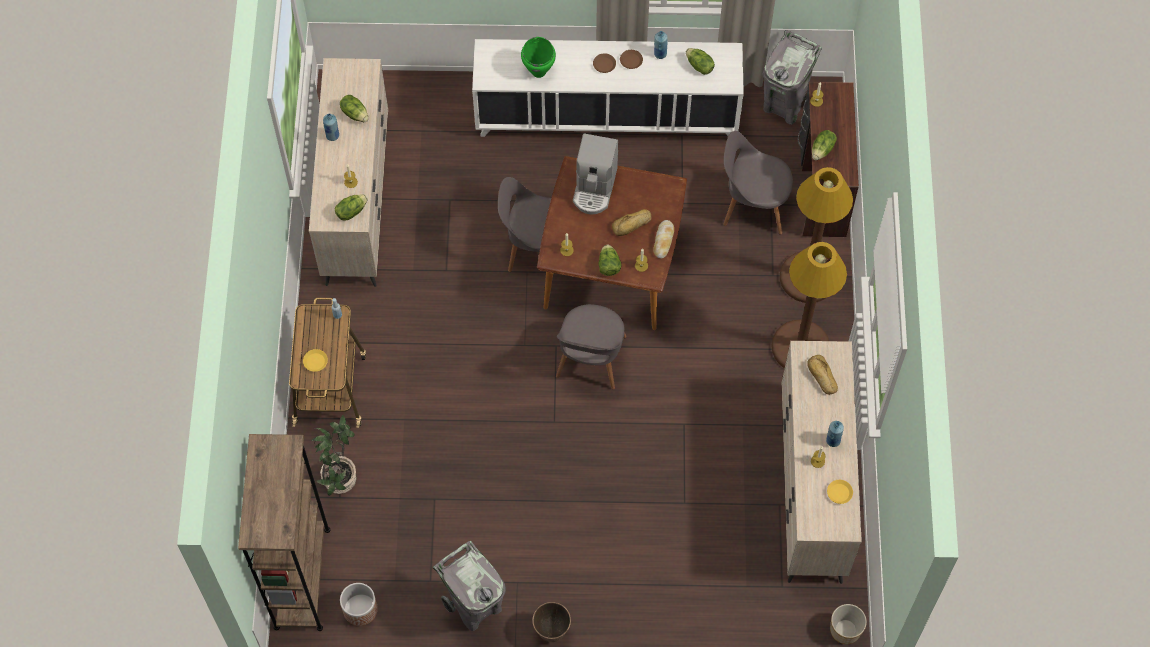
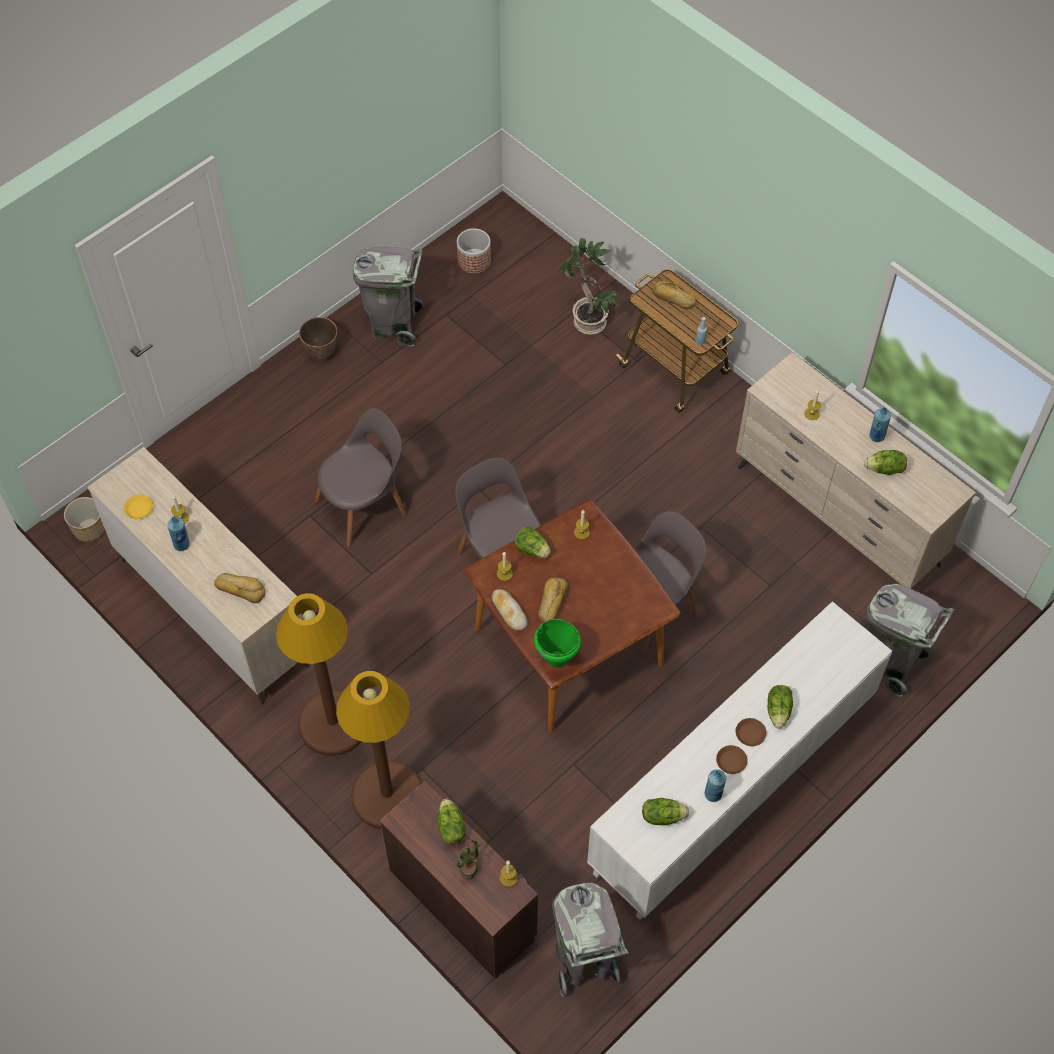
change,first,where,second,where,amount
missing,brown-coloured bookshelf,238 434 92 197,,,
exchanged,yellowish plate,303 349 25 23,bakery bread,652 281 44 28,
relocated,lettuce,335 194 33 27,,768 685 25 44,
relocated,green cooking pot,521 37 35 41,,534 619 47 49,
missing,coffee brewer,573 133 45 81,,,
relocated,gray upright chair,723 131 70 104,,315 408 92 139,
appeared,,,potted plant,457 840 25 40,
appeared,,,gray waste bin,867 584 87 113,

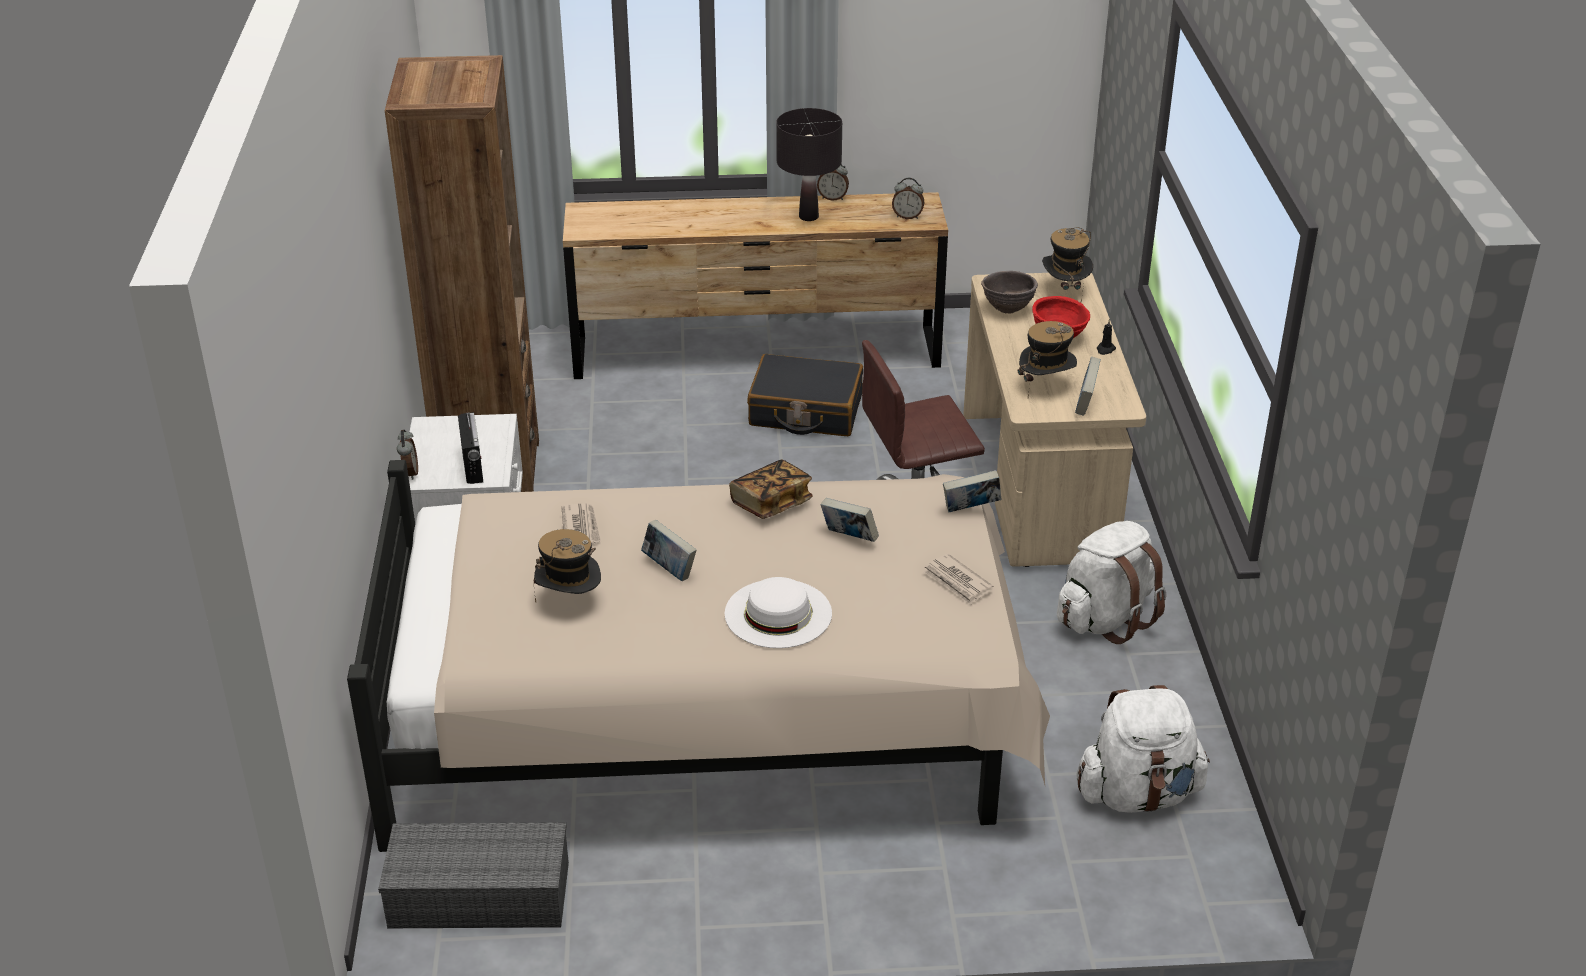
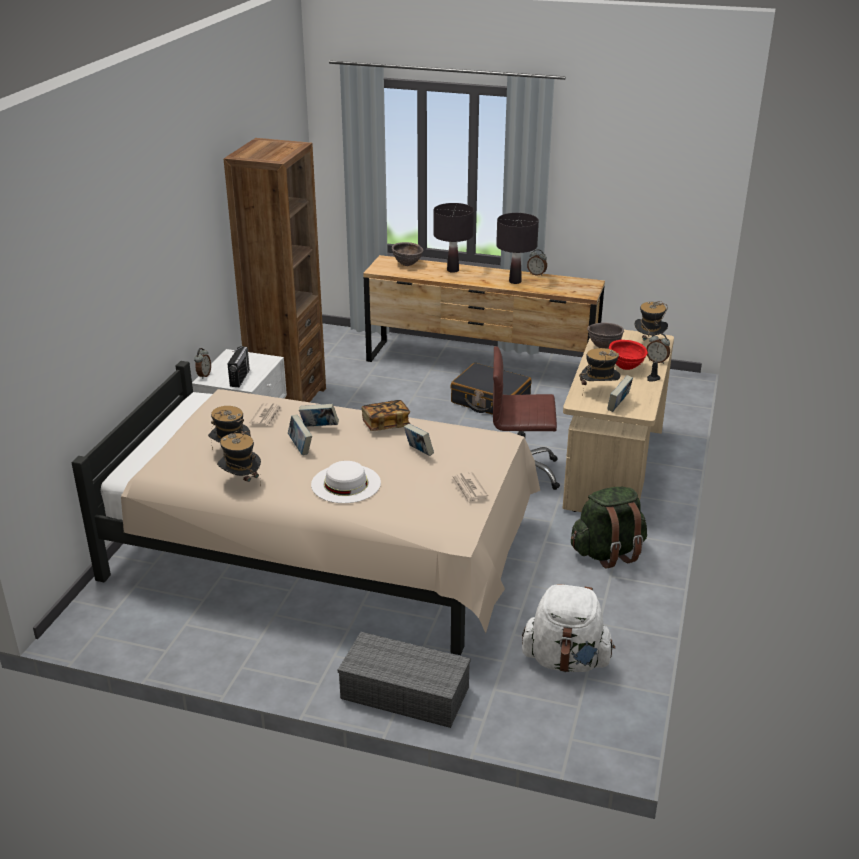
change,first,where,second,where,amount
relocated,gray storage bin,378 822 191 106,,338 632 133 96,
relocated,bedside clock,892 178 32 41,,646 333 24 31,
relocated,bound book,943 470 58 42,,299 404 40 23,
colour,white-coloured knapsack,1057 521 109 123,green knapsack,571 487 76 82,
appeared,,,hat,217 431 44 55,
appeared,,,brown-coloured deep dish,392 242 31 24,
appeared,,,black-coloured lamp for a table,433 203 41 70,

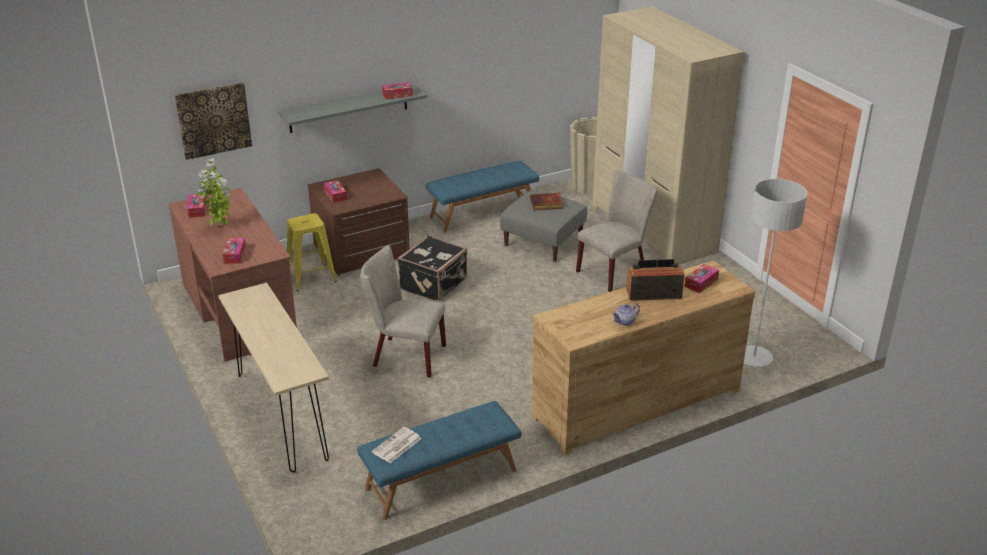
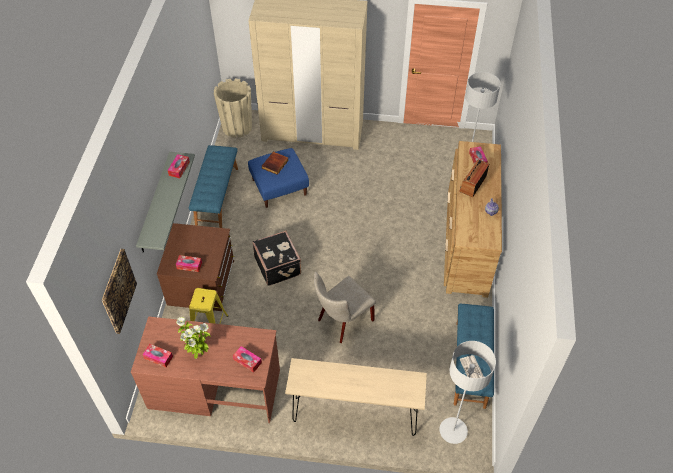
change,first,where,second,where,amount
colour,gray pouffe,500 190 87 72,bluish pouffe,248 148 61 60,
missing,beige upright chair,576 170 81 122,,,
appeared,,,gray floor lamp,439 341 57 103,

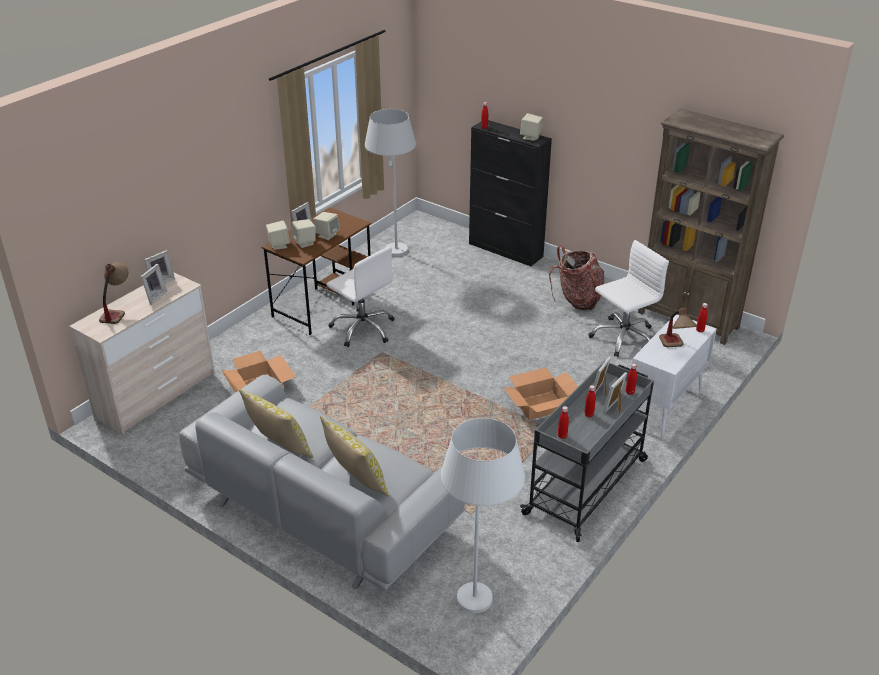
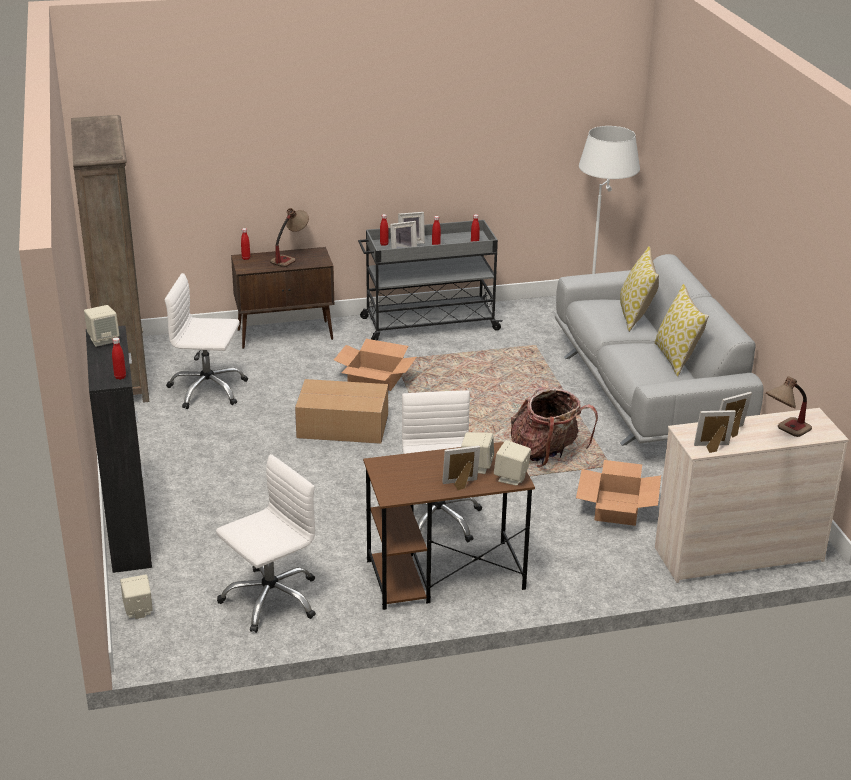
change,first,where,second,where,amount
relocated,beige speaker,314 212 26 28,,120 574 33 45,
exchanged,white-coloured floor lamp,365 109 51 147,white-coloured office chair,216 454 100 179,
relocated,knapsack,549 245 55 65,,511 387 87 80,
colour,white-coloured cabinet,632 314 85 125,brown-coloured cabinet,231 247 103 102,
appeared,,,packing box,295 379 93 65,

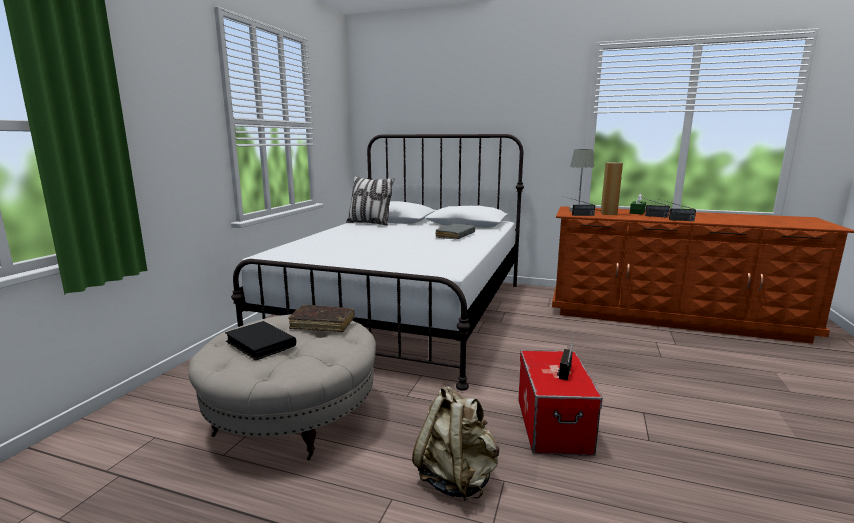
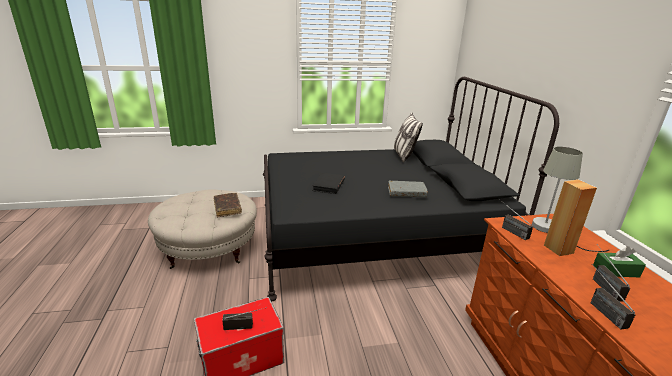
change,first,where,second,where,amount
relocated,black-coloured bound book,225 321 71 39,,312 173 33 21,
colour,white-coloured sleeping bed,231 134 293 257,black-coloured sleeping bed,263 77 296 224,
missing,beige knapsack,412 386 87 115,,,

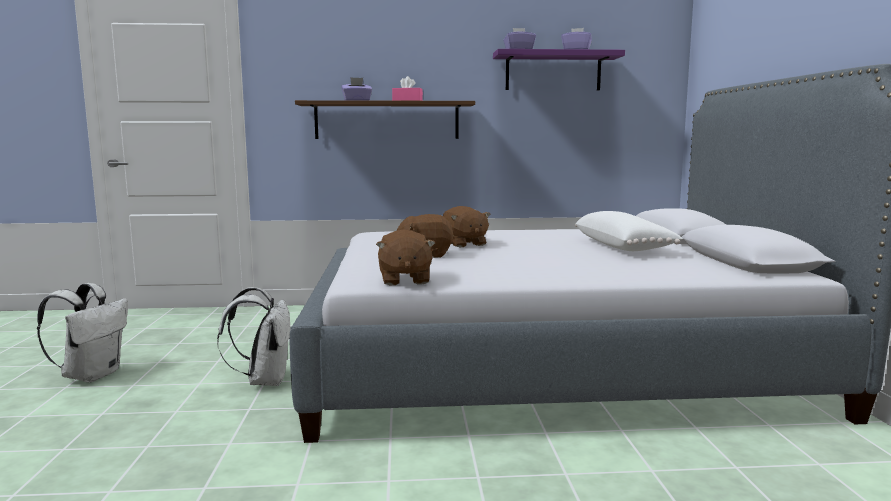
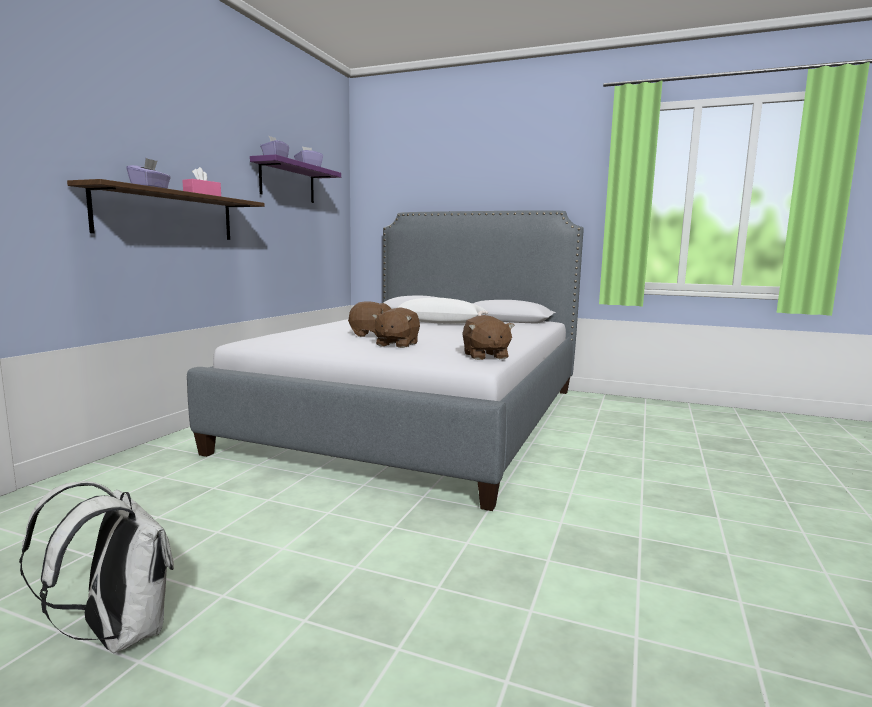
change,first,where,second,where,amount
missing,white-coloured knapsack,217 287 74 99,,,
spun,brown-coloured soft toy,376 229 59 56,,462 315 53 45,60 degrees clockwise

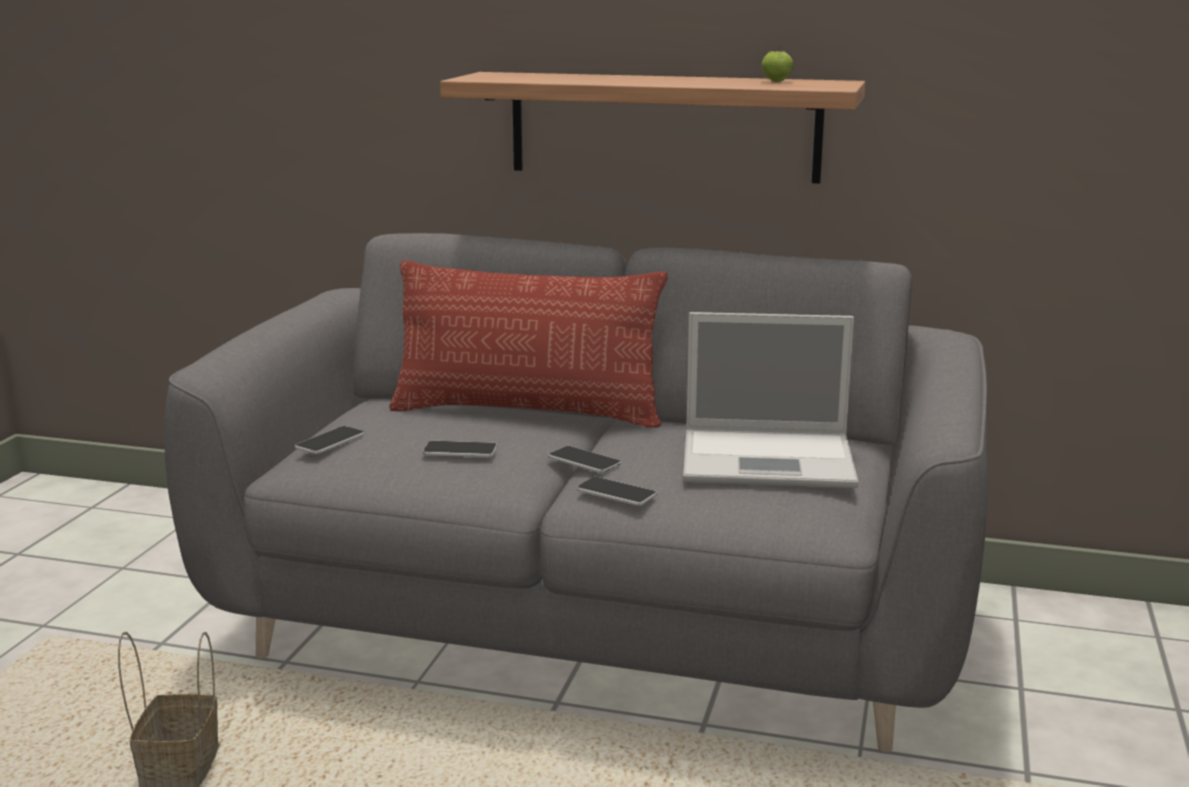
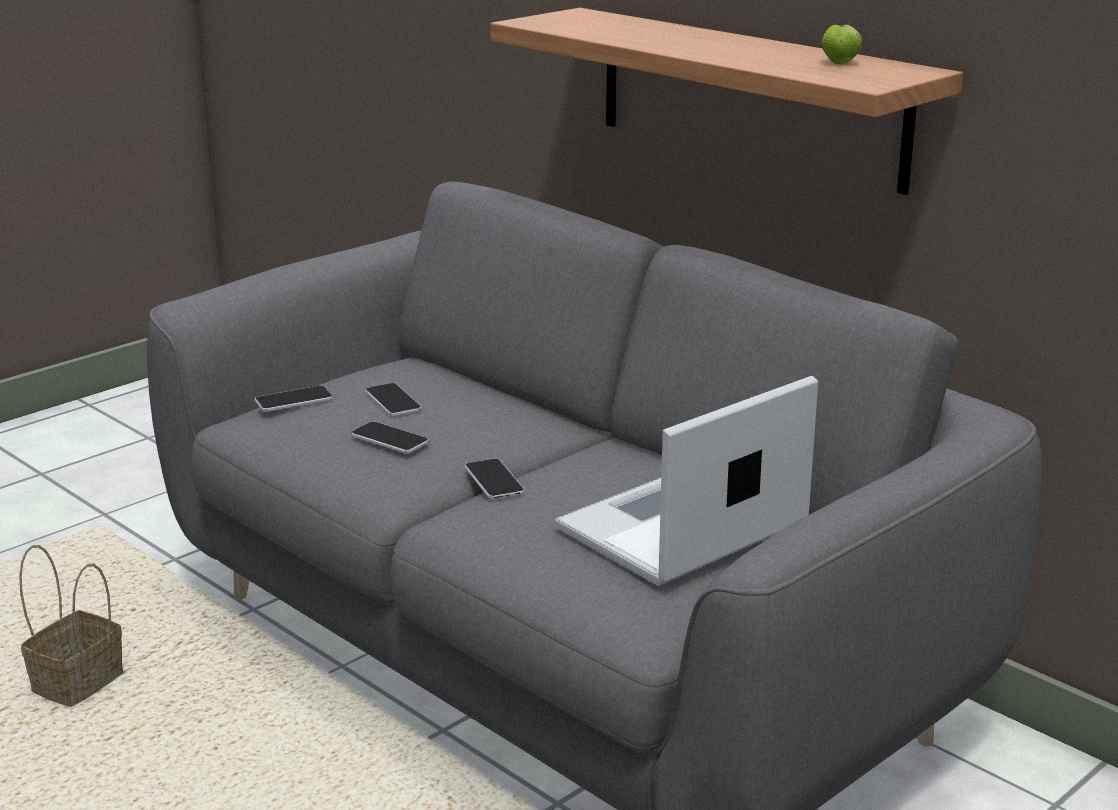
change,first,where,second,where,amount
missing,throw pillow,389 260 279 168,,,
relocated,handset,577 477 80 29,,365 383 57 33,
spun,laptop,683 312 176 176,,555 376 263 210,105 degrees clockwise

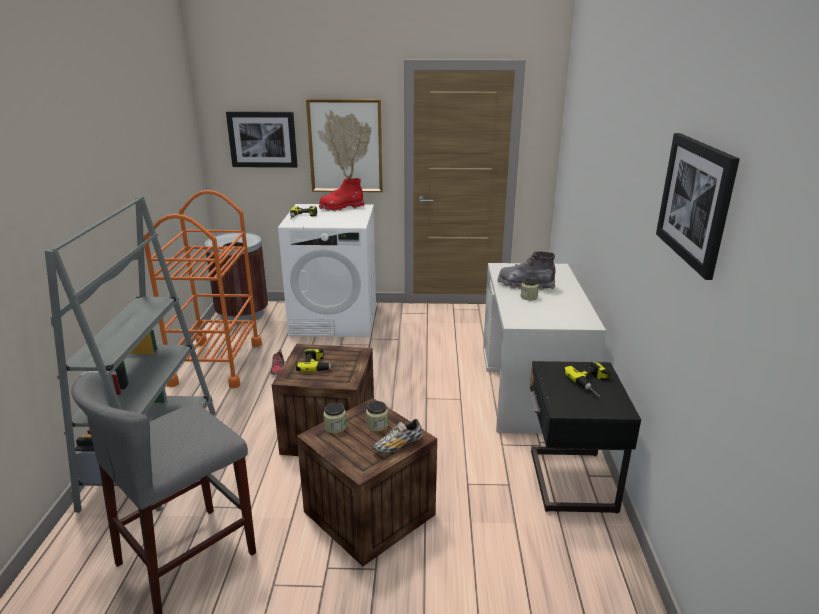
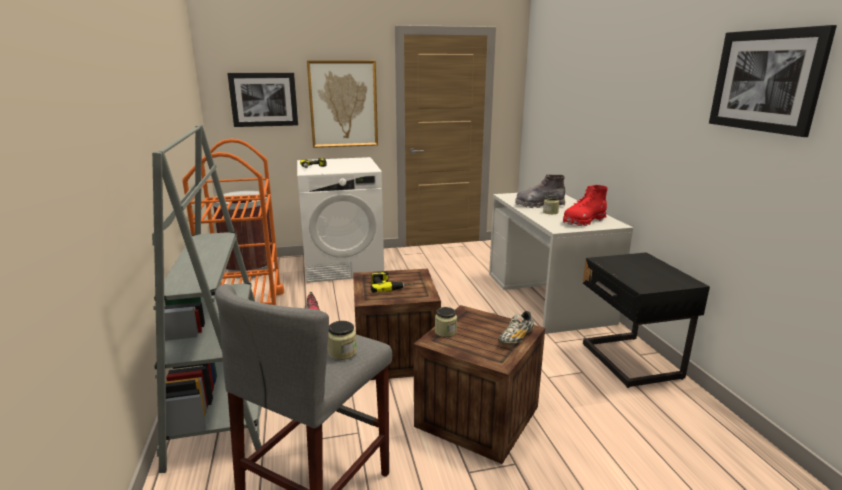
change,first,where,second,where,amount
relocated,reddish tall boot,319 178 45 33,,563 185 45 41,
relocated,preserve jar,366 401 22 31,,328 321 29 39,
missing,power drill,564 362 47 35,,,

